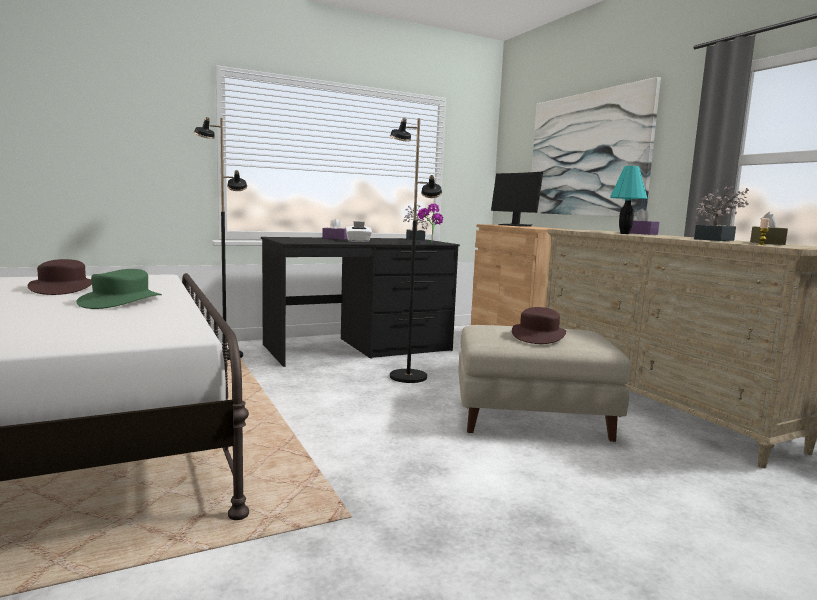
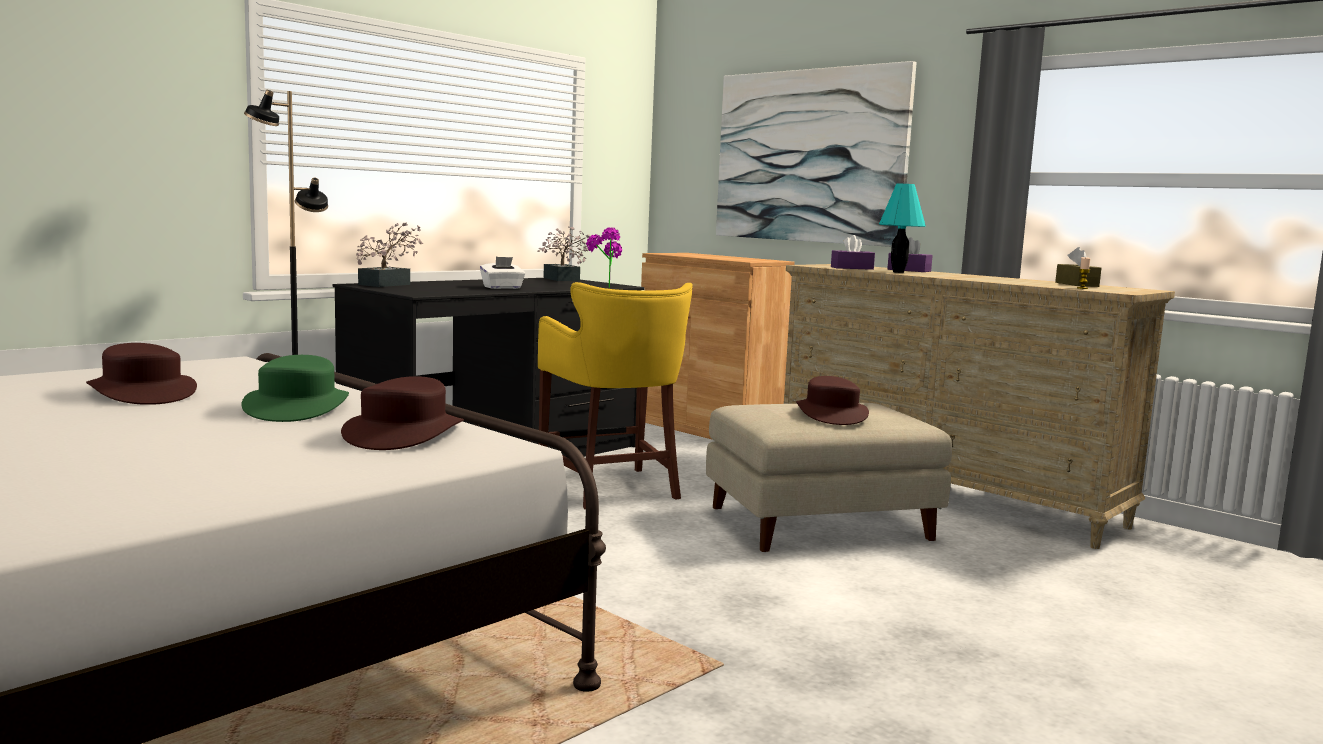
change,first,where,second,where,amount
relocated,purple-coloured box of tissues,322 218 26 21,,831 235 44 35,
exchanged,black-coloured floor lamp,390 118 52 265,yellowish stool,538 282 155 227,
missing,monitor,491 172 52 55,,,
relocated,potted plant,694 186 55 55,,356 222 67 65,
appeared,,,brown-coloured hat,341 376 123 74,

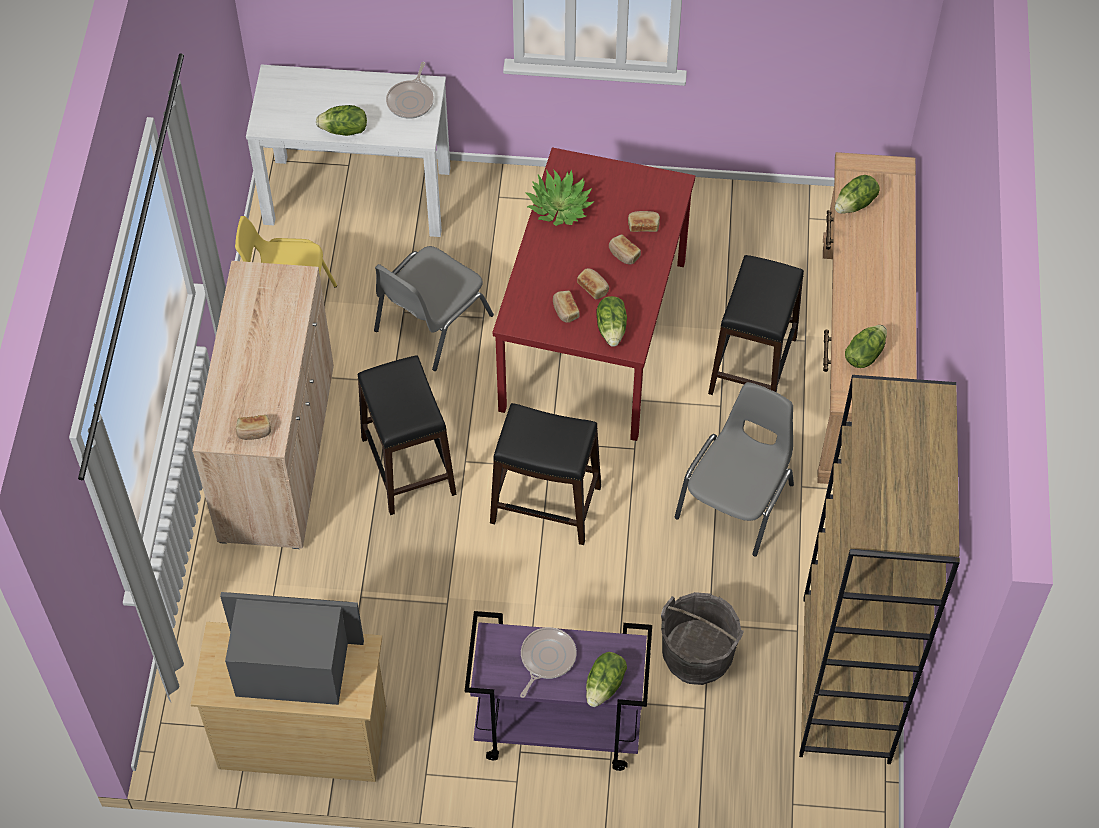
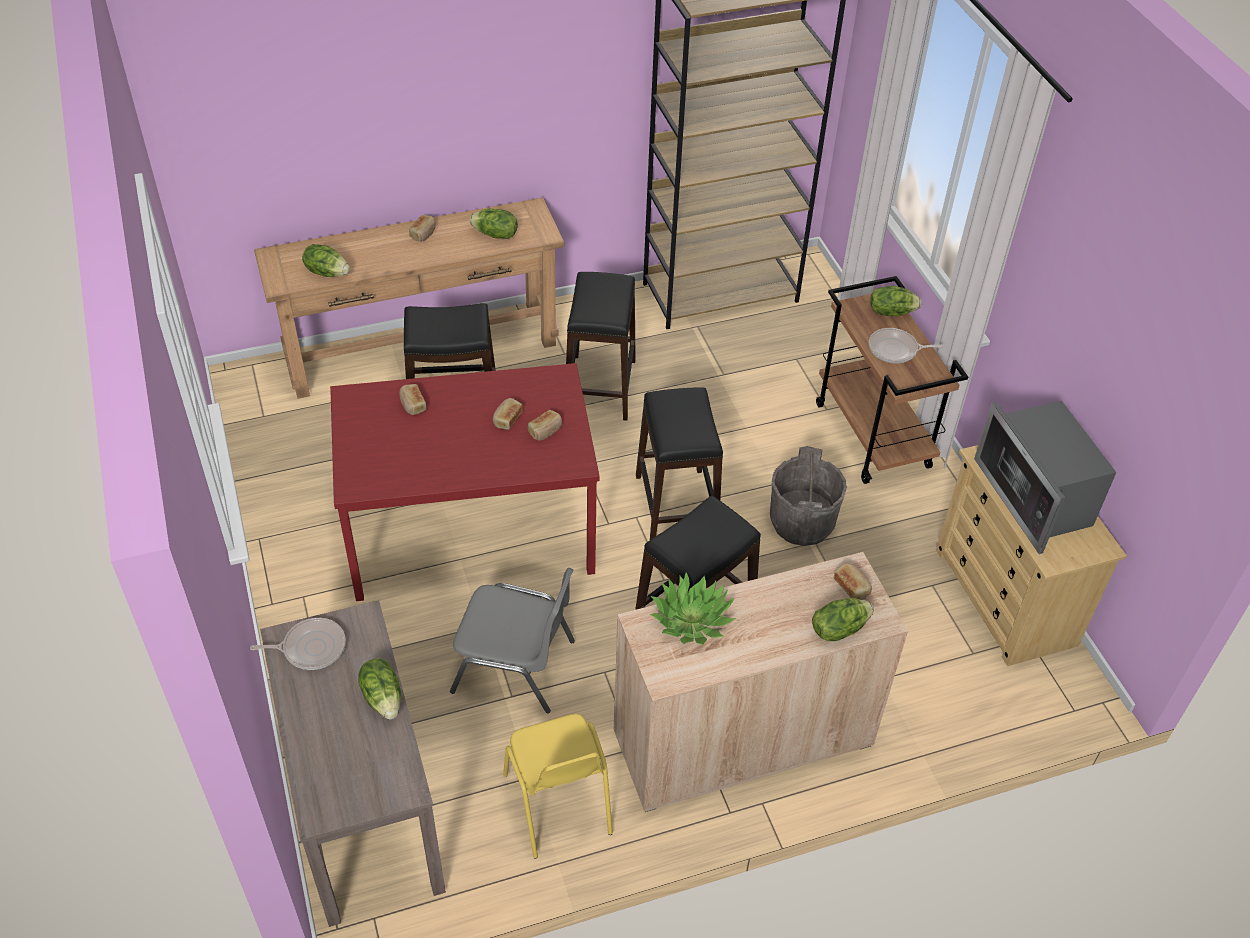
change,first,where,second,where,amount
colour,white-coloured narrow table,246 64 204 173,brown-coloured narrow table,260 600 186 327,
colour,purple-coloured wheeled cart,465 611 187 160,brown-coloured wheeled cart,816 276 152 208,
relocated,potted plant,525 169 70 57,,650 572 86 73,
relocated,lettuce,596 296 31 51,,812 598 62 43,
relocated,bakery bread,609 234 32 31,,409 215 27 27,
relocated,gray bucket,661 592 83 93,,770 446 77 100,
exchanged,gray upright chair,675 382 119 174,black-coloured stool,566 272 70 149,

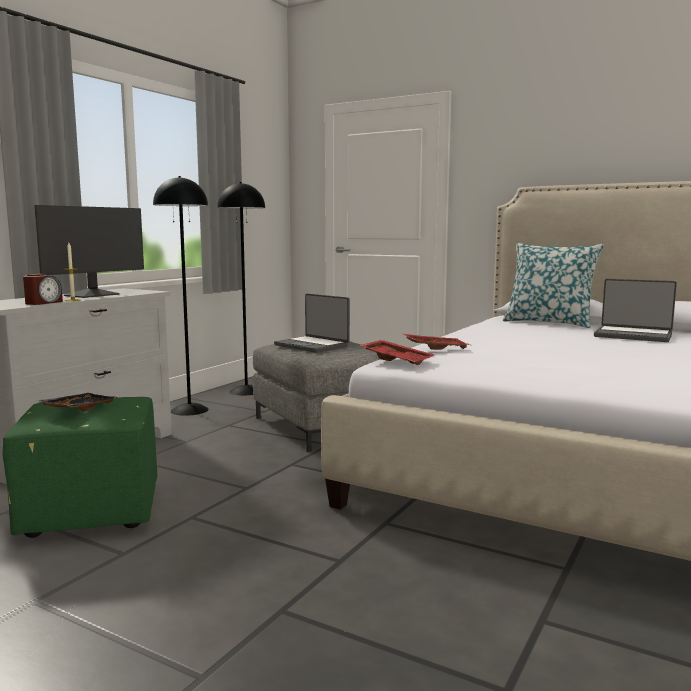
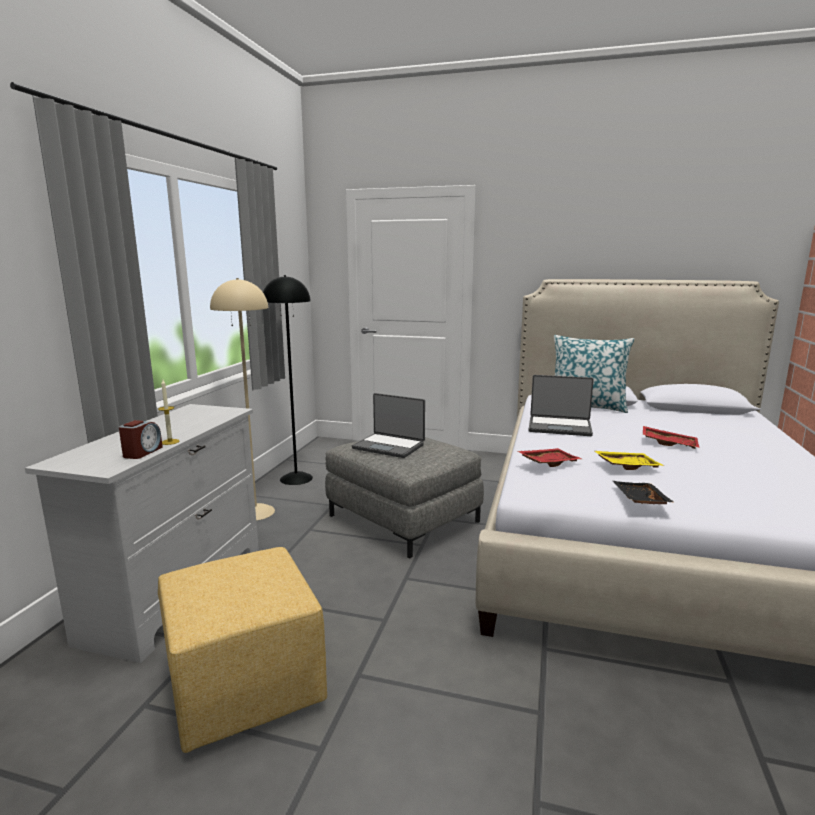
change,first,where,second,where,amount
colour,green pouffe,2 397 155 141,yellowish pouffe,158 547 169 206,
missing,monitor,34 205 110 93,,,
relocated,black-coloured serving tray,36 393 84 19,,613 481 62 23,
colour,black-coloured floor lamp,153 176 56 240,beige floor lamp,210 278 65 242,
relocated,reddish serving tray,359 340 76 25,,643 426 57 23,
relocated,laptop,594 279 83 63,,528 375 66 61,
appeared,,,yellowish serving tray,595 451 69 19,

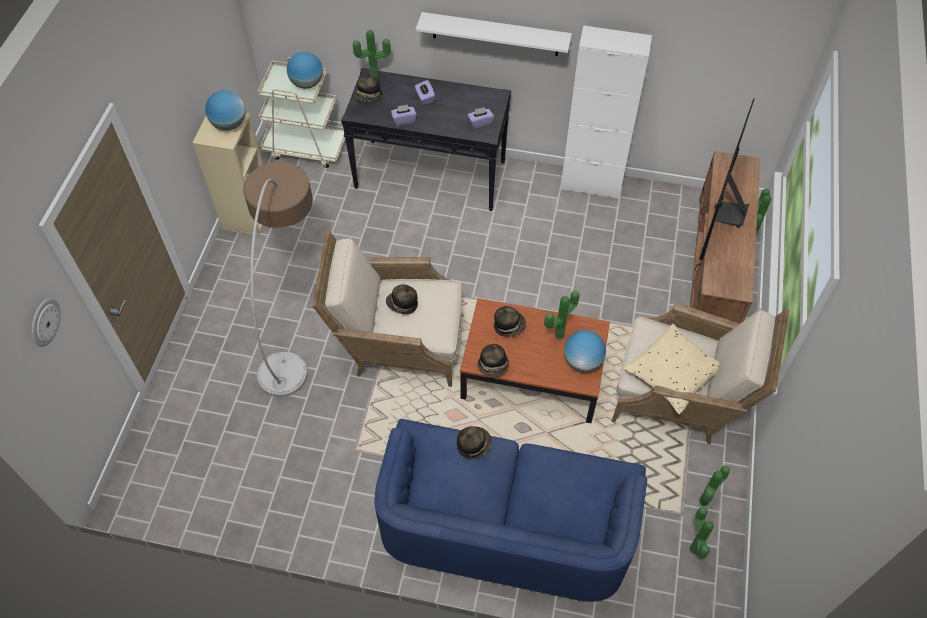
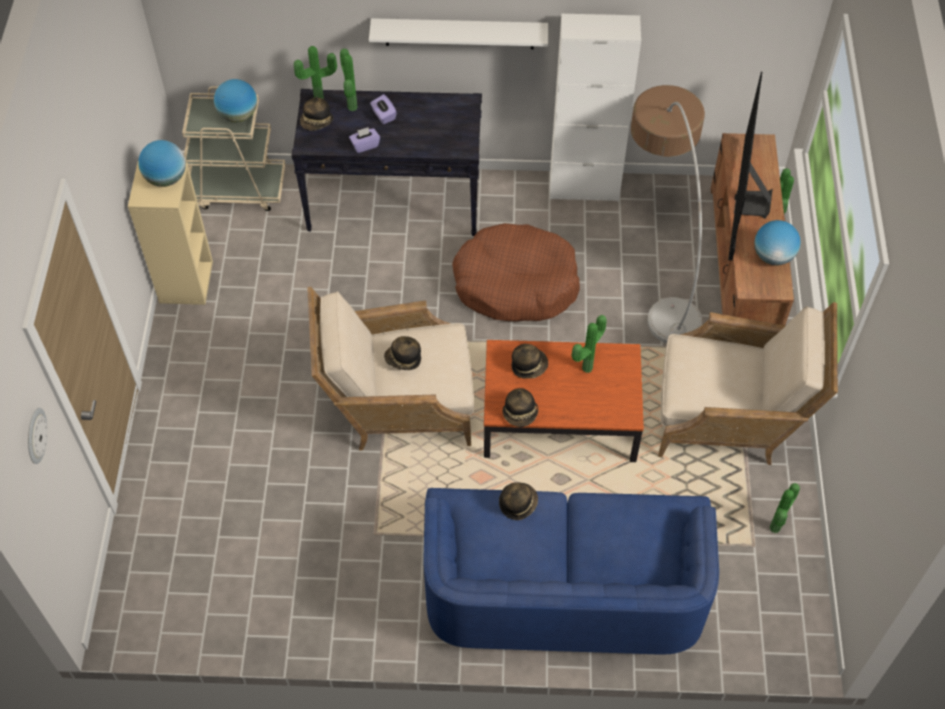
change,first,where,second,where,amount
relocated,floor lamp,243 161 70 236,,631 85 74 258,
missing,purple-coloured box of tissues,467 107 27 22,,,
relocated,world globe,564 330 42 42,,754 220 47 45,
missing,beige throw pillow,624 324 95 90,,,
relocated,potted plant,689 507 25 51,,340 48 18 63,
appeared,,,brown-coloured pet bed,452 223 128 98,

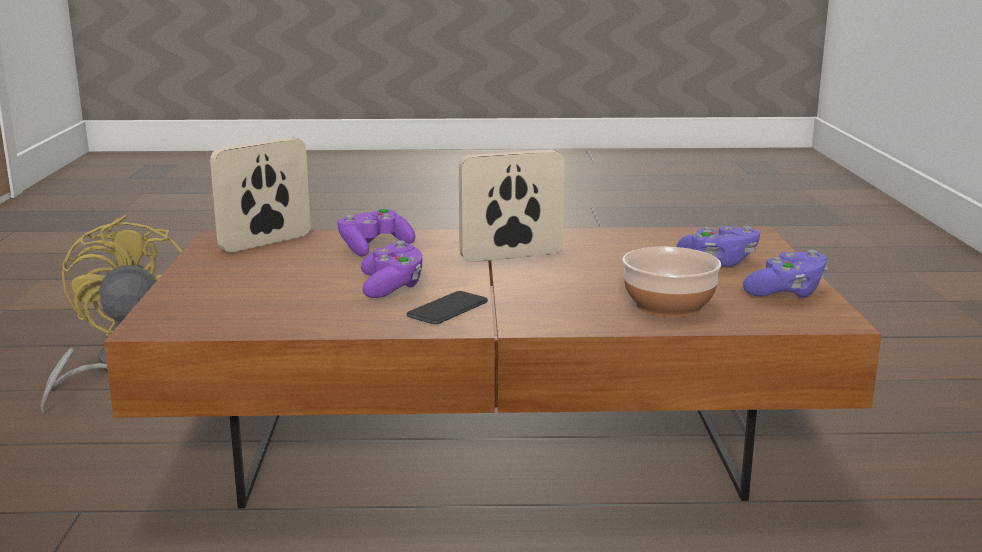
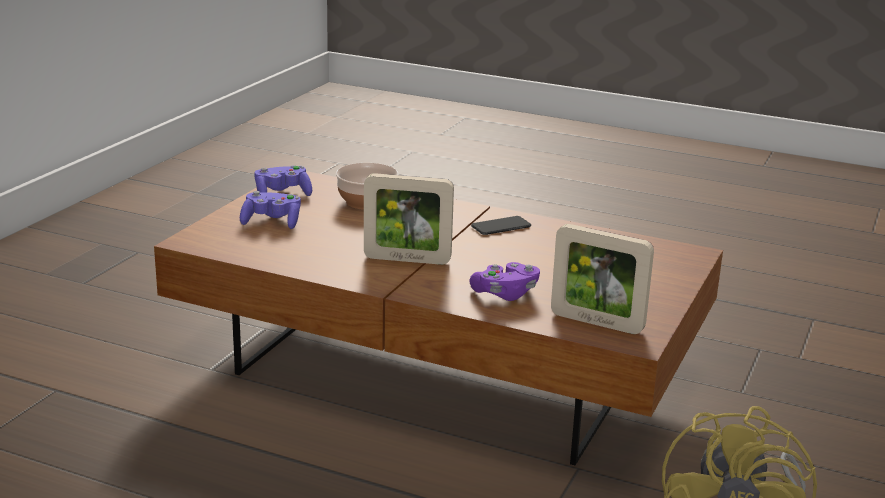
change,first,where,second,where,amount
spun,photo frame,210 138 101 115,,551 224 103 110,45 degrees clockwise
missing,purple-coloured joypad,361 240 61 58,,,

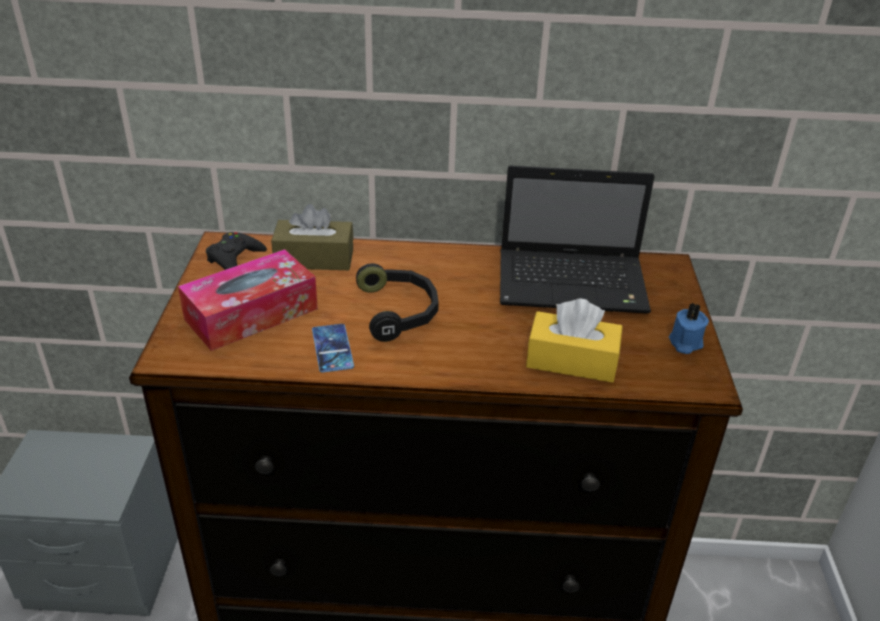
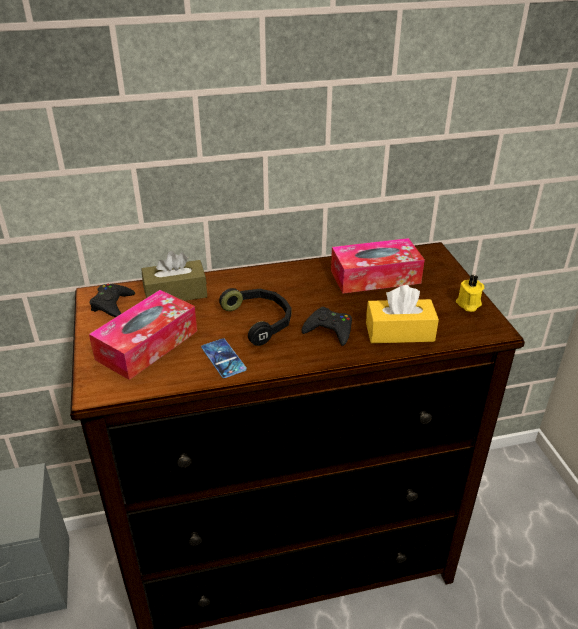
change,first,where,second,where,amount
exchanged,laptop,500 166 155 148,box of tissues,331 238 94 56,
colour,bluish wax light,669 303 40 51,yellowish wax light,456 275 28 37,
appeared,,,black-coloured joypad,301 307 51 39,

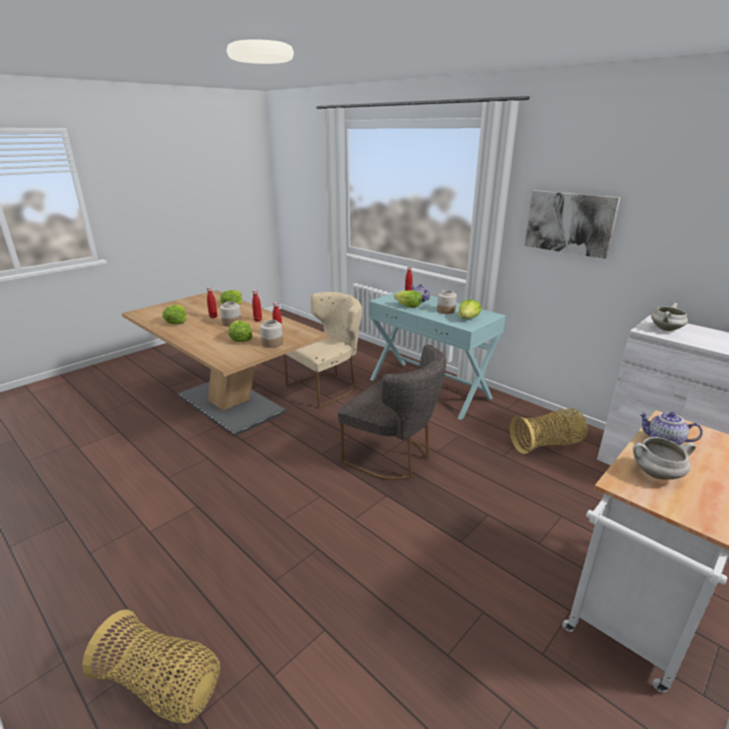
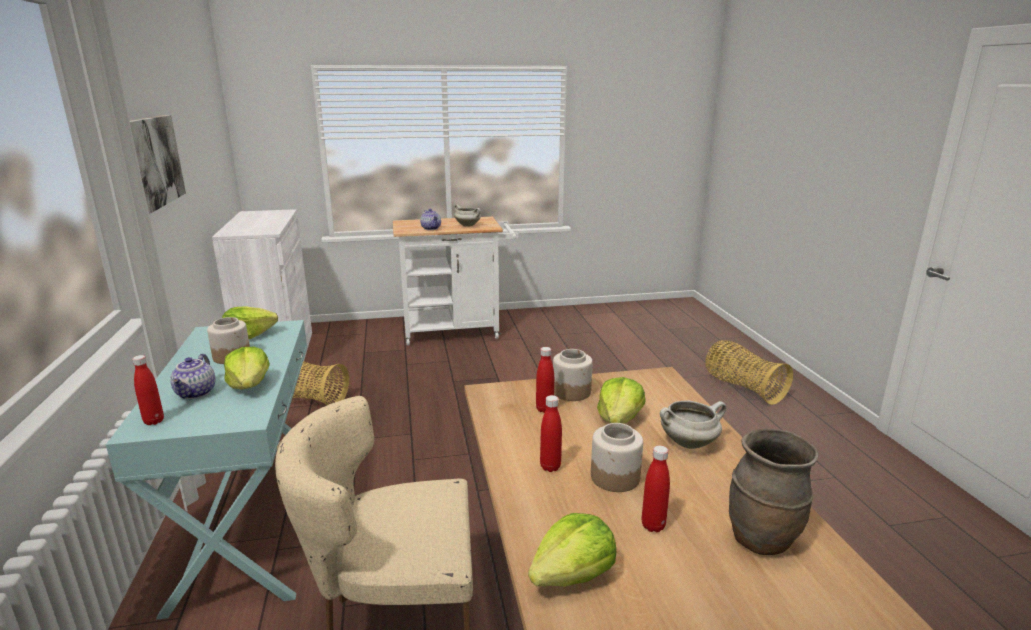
change,first,where,second,where,amount
exchanged,lettuce,162 304 25 20,brown-coloured decorative vase,729 429 89 126,
missing,gray upright chair,338 345 108 135,,,
relocated,white-coloured cooking pot,651 303 37 28,,660 400 66 49,

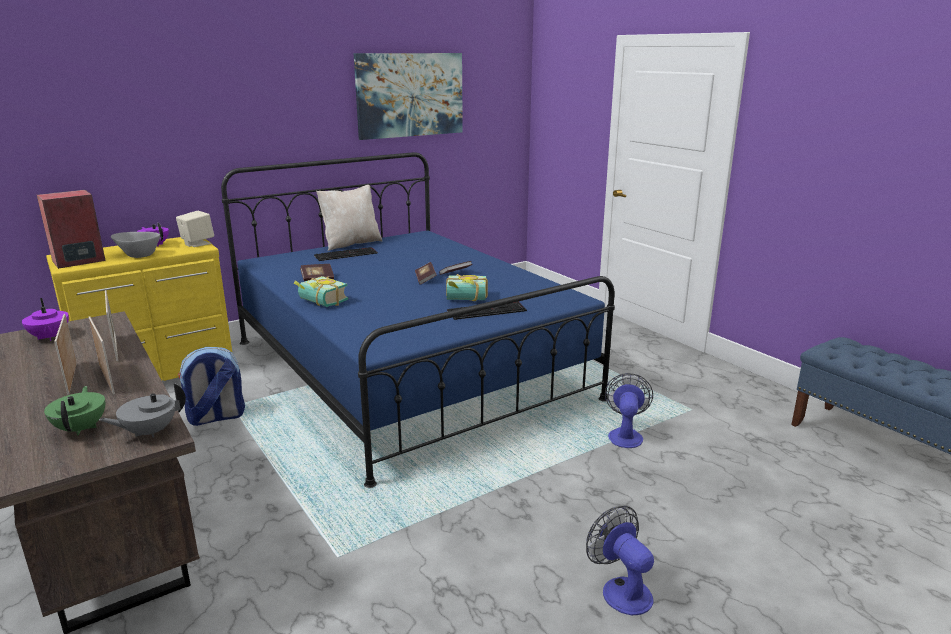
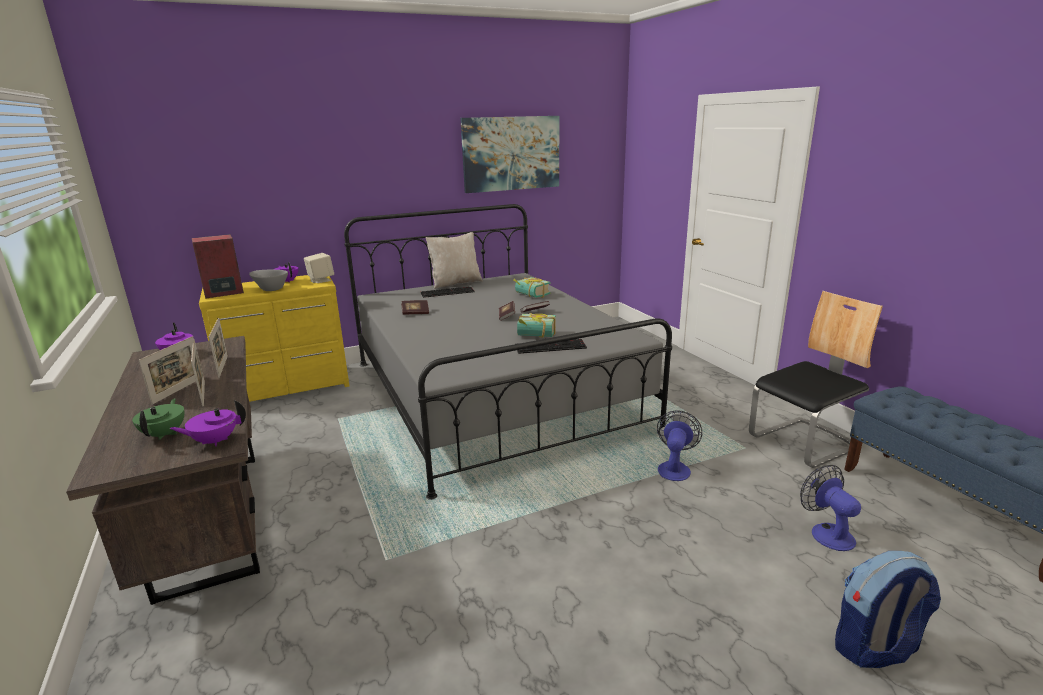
change,first,where,second,where,amount
spun,photo frame,54 314 23 81,,139 336 57 69,150 degrees counterclockwise
colour,gray teapot,99 383 87 55,purple-coloured teapot,170 400 76 46,
relocated,knapsack,177 347 68 79,,835 551 106 117,
colour,bluish sleeping bed,221 152 394 336,gray sleeping bed,344 204 328 296,
relocated,bound book,294 276 54 31,,514 277 37 21,
relocated,fan,586 506 68 109,,800 465 61 86,
appeared,,,upright chair,749 291 134 177,

